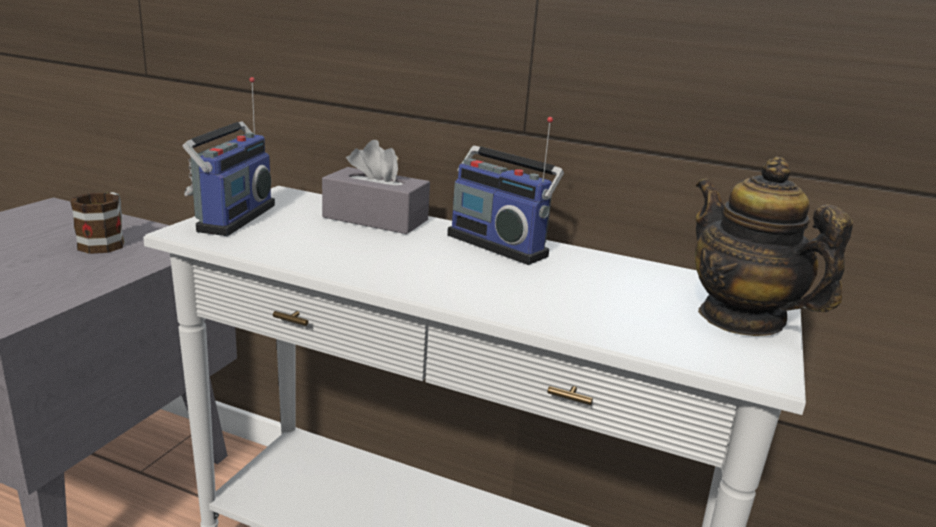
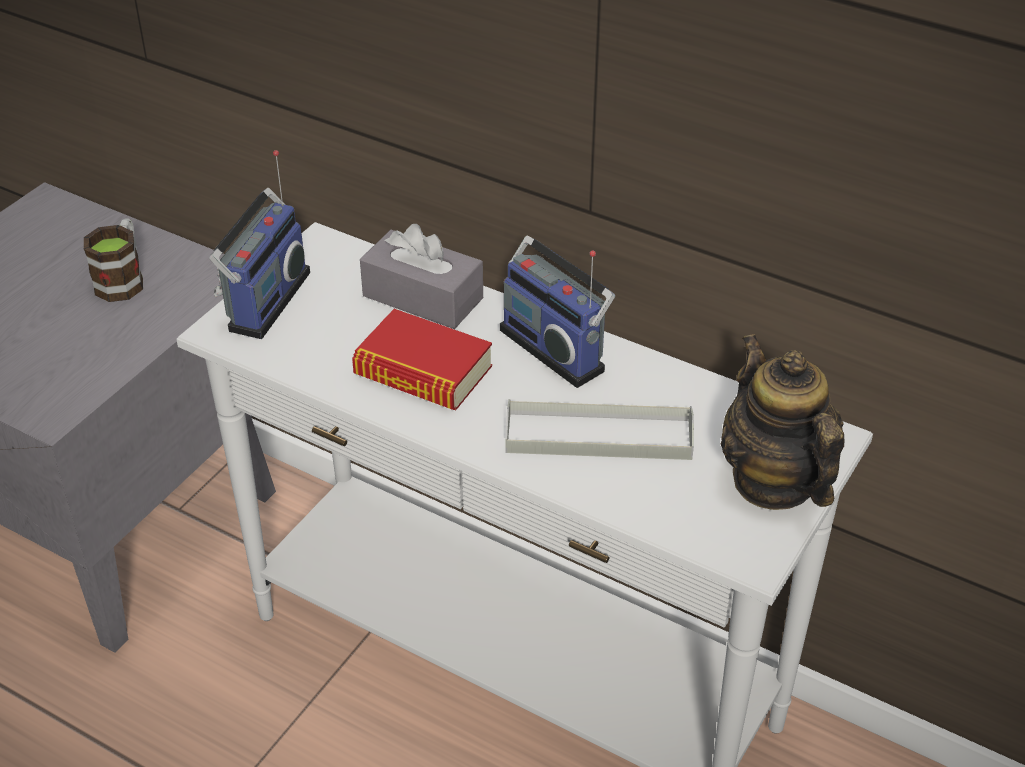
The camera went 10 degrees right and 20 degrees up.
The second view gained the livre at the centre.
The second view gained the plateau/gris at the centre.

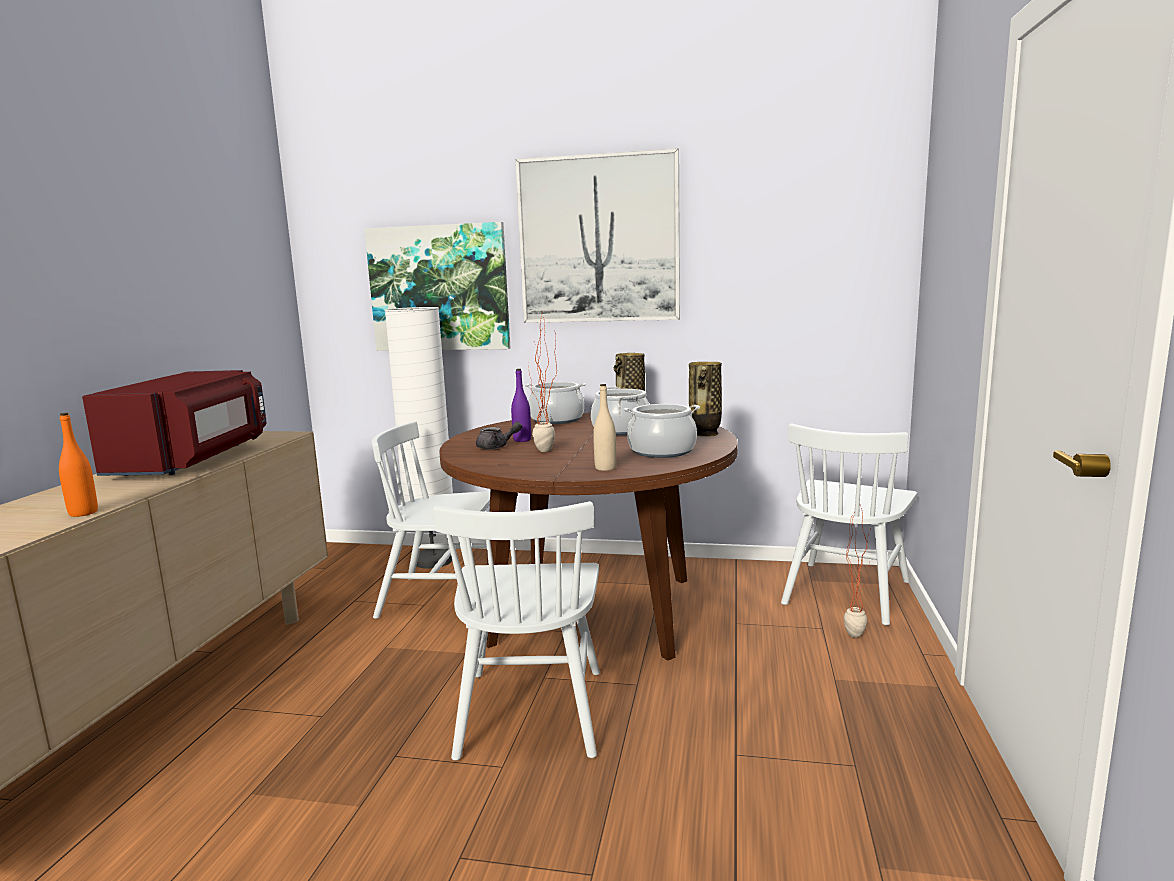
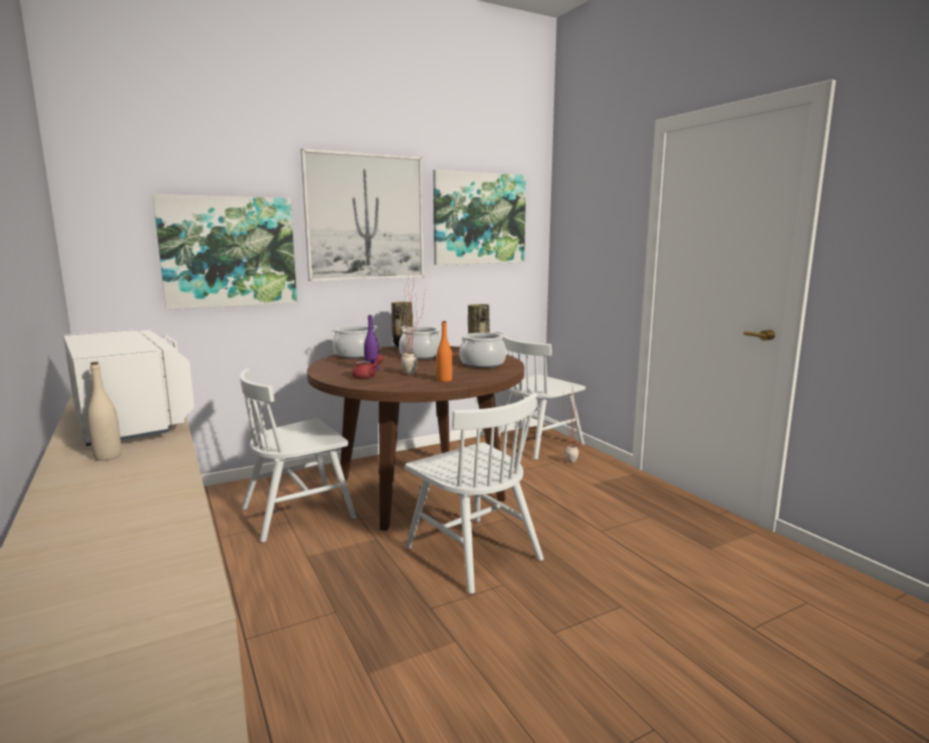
The camera went 40 degrees left and 0 degrees up.
The second view lost the lampadaire/blanc at the centre.
What was the micro-ondes/rouge at the middle left turned into the micro-ondes/blanc at the middle left.
The bouteille/beige ended up elsewhere, having gone from the centre to the middle left.
The bouteille/orange ended up elsewhere, having gone from the middle left to the centre.
What was the théière/gris at the centre turned into the théière/rouge at the centre.
The chaise/blanc (3rd from left) at the middle right ended up facing another way, 60 degrees clockwise from before.
The second view gained the tableau (3rd from left) at the top centre.

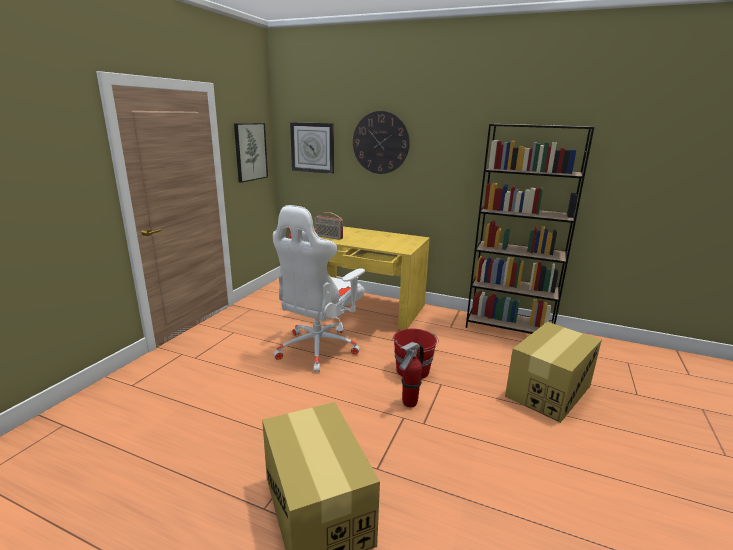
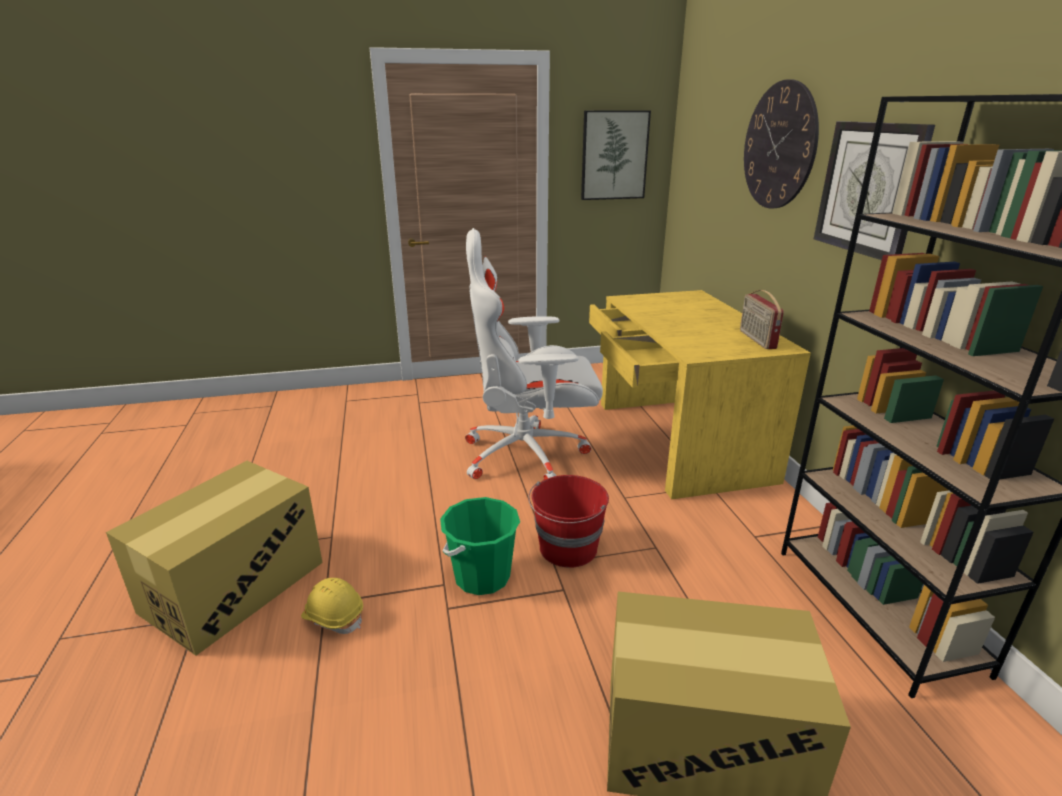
The camera went 55 degrees right and 5 degrees up.
The horloge murale (1st from left in the first image) ended up elsewhere, having gone from the top centre to the top right.
The radio ended up elsewhere, having gone from the centre to the middle right.
Where the extincteur stood at the bottom centre, the seau/vert came to stand at the bottom centre.
The second view gained the casque de chantier/jaune at the bottom left.

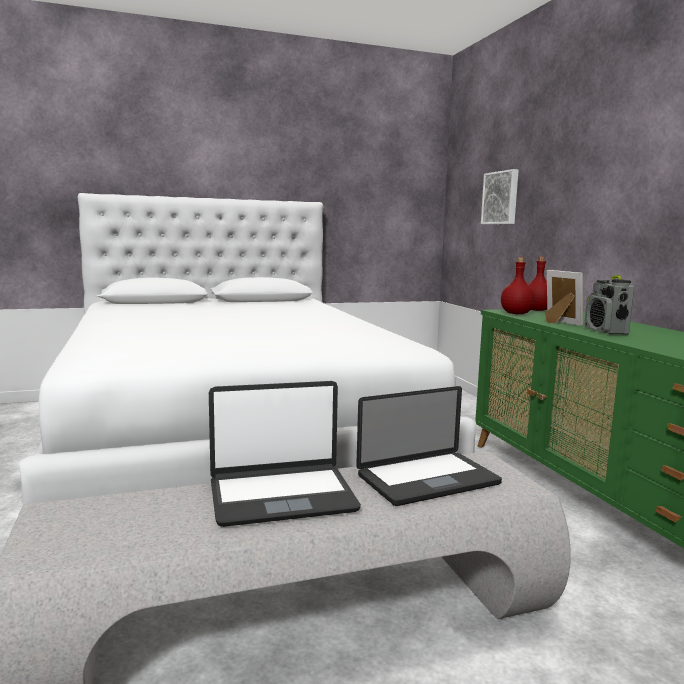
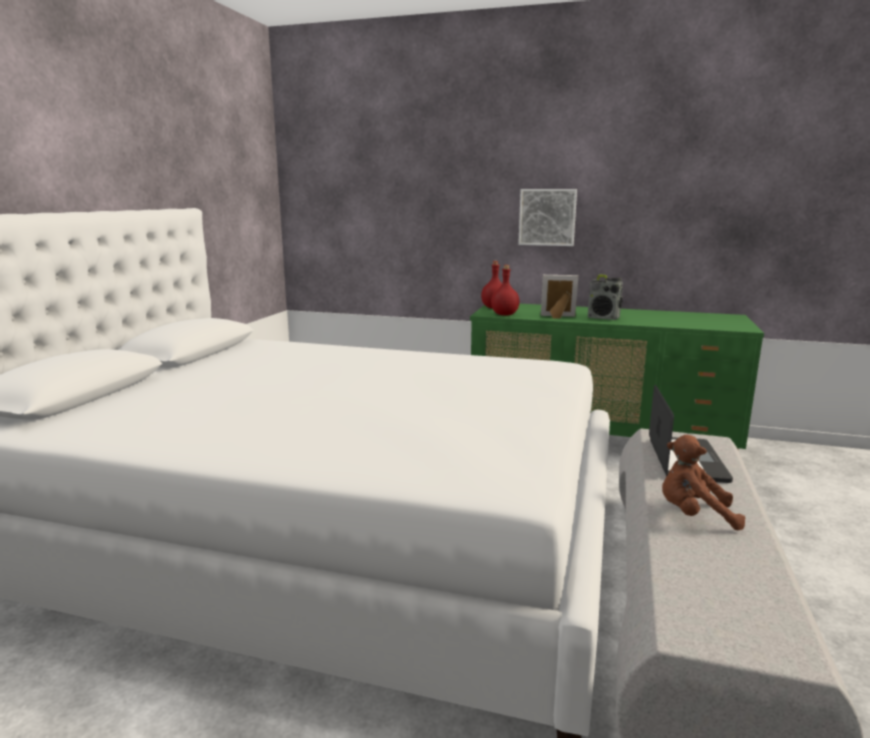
The camera went 55 degrees left and 5 degrees up.
The tableau ended up elsewhere, having gone from the top right to the top centre.
Where the ordinateur portable (1st from left) stood at the centre, the peluche/marron came to stand at the middle right.

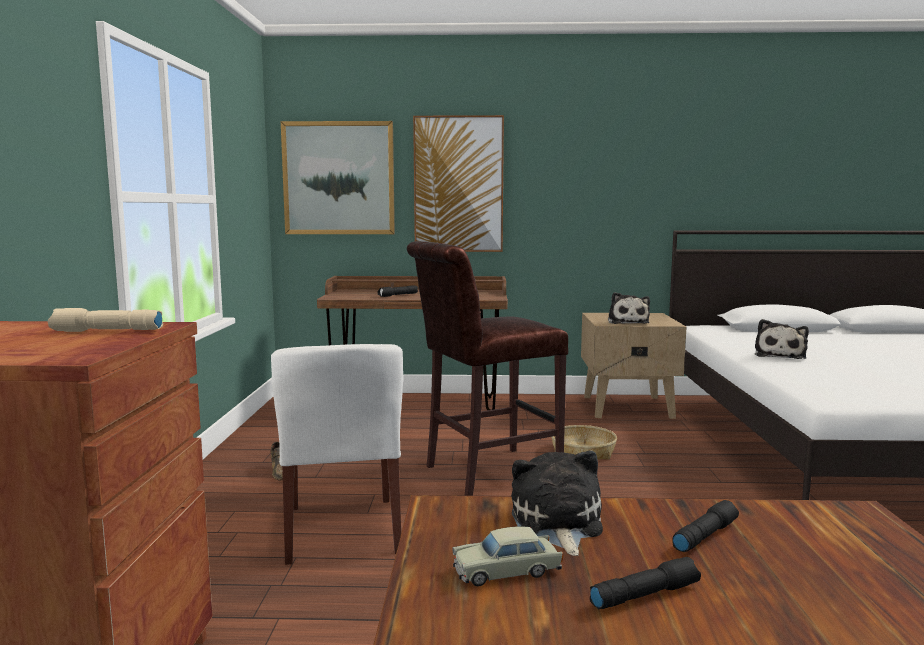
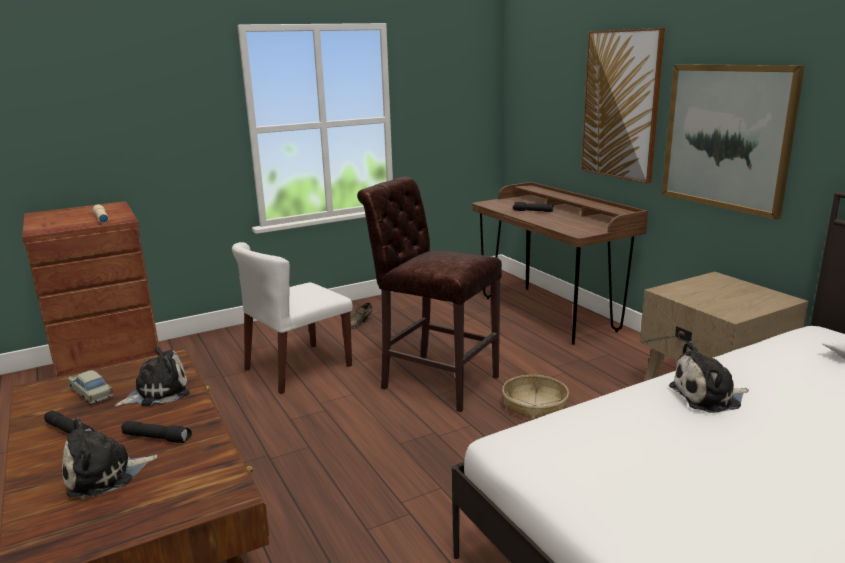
The camera went 60 degrees right and 10 degrees up.
The tableau (1st from left in the first image) ended up elsewhere, having gone from the top centre to the top right.
The peluche (2nd from left in the first image) ended up elsewhere, having gone from the middle right to the bottom left.

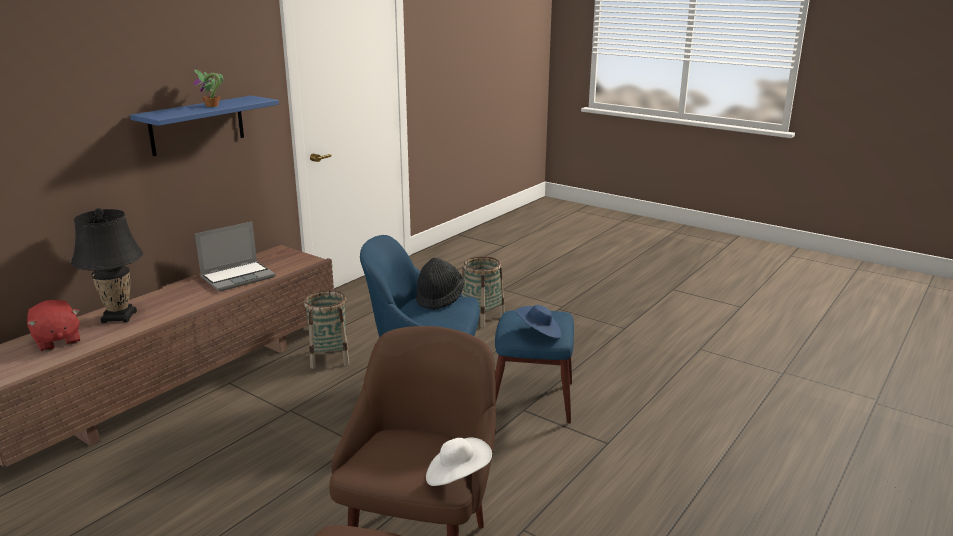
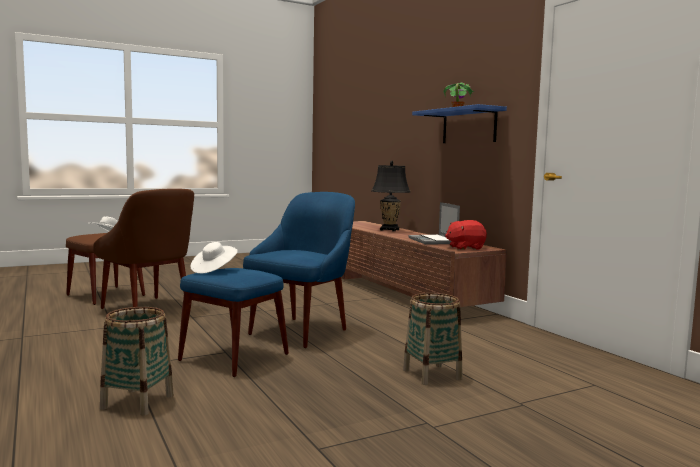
The camera went 115 degrees right and 15 degrees down.
The second view lost the chapeau/noir at the centre.
The panier (1st from left) ended up elsewhere, having gone from the centre to the bottom left.
The peluche/rouge ended up elsewhere, having gone from the middle left to the centre.
What was the chapeau/bleu at the centre turned into the chapeau/blanc (2nd from left) at the middle left.

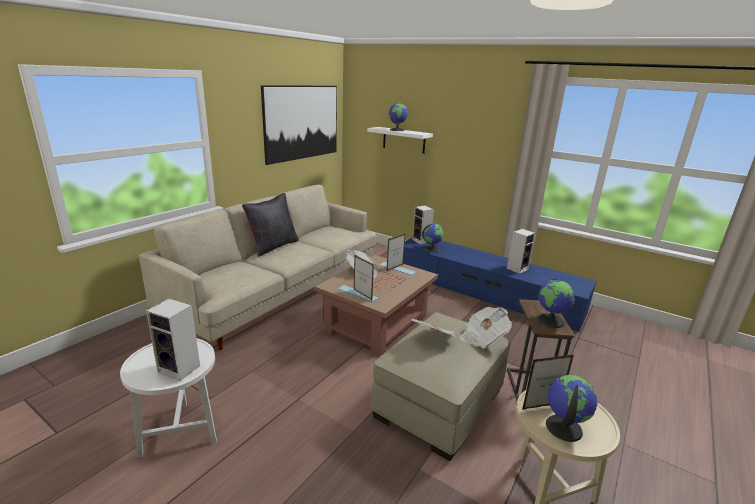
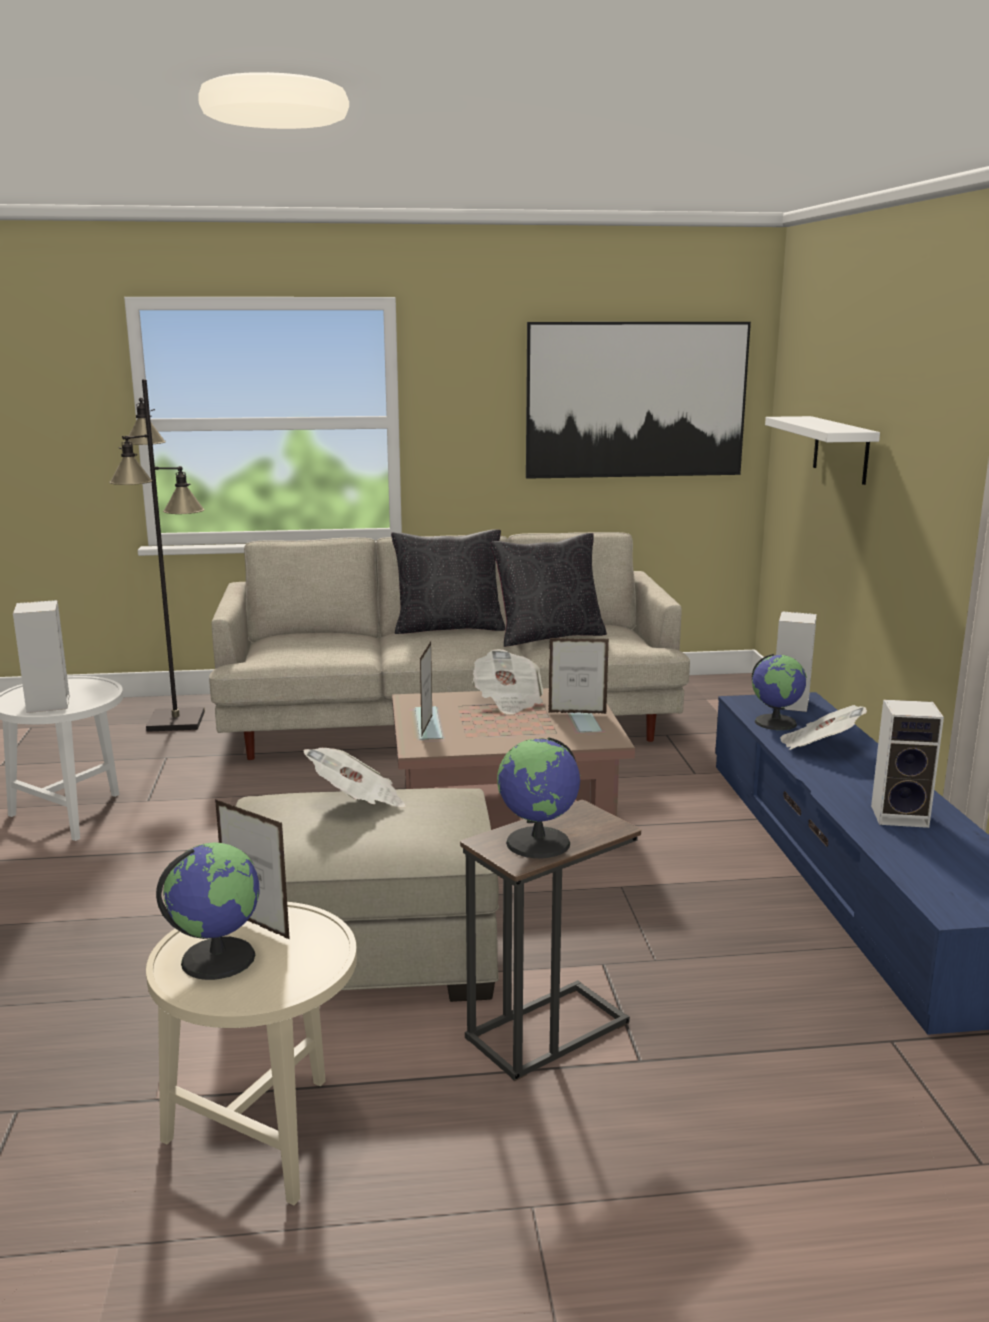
The camera went 50 degrees right and 5 degrees down.
The second view lost the globe (1st from left) at the top centre.
The journal (3rd from left) ended up elsewhere, having gone from the centre to the middle right.
The second view gained the lampadaire/noir at the middle left.
The second view gained the coussin/noir (2nd from left) at the centre.

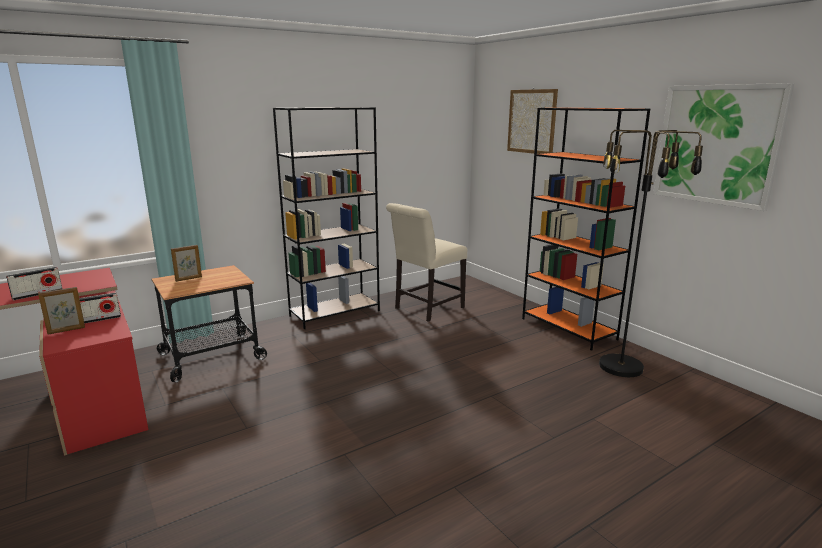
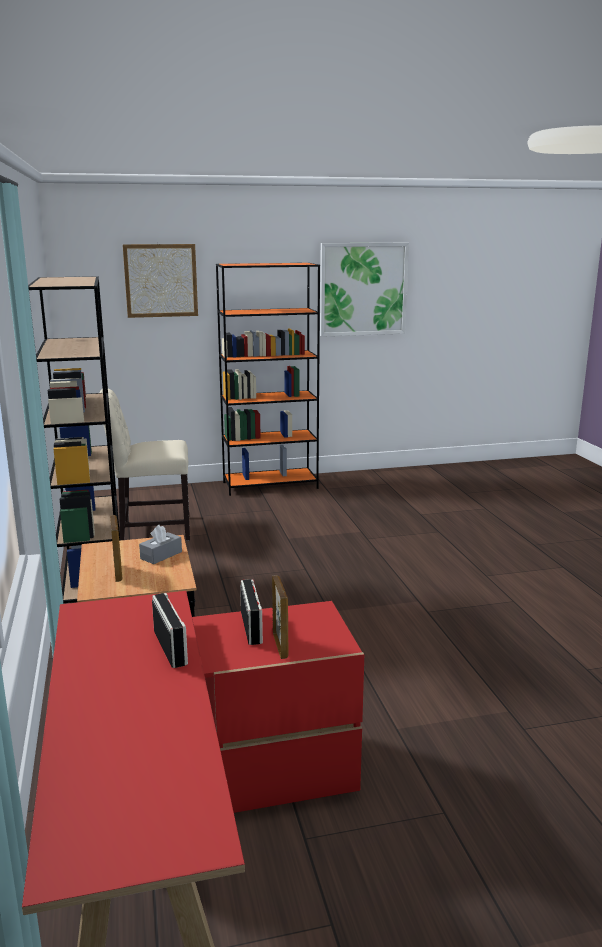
The camera went 70 degrees left and 0 degrees up.
The second view lost the lampadaire at the middle right.
The chaise/beige at the centre ended up facing another way, 105 degrees clockwise from before.
The second view gained the boîte à mouchoirs/gris at the middle left.

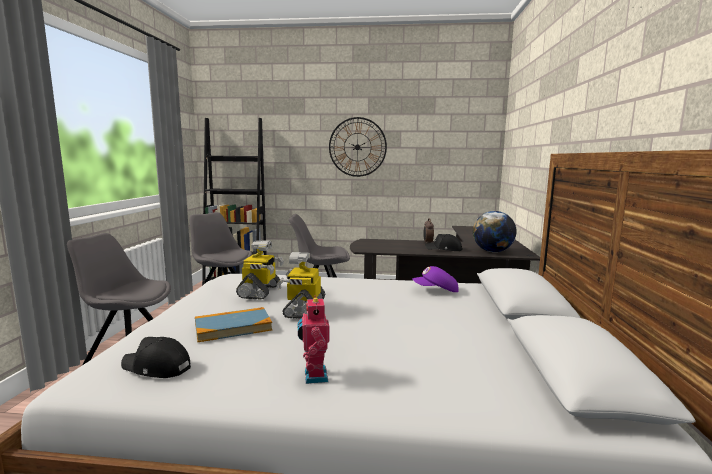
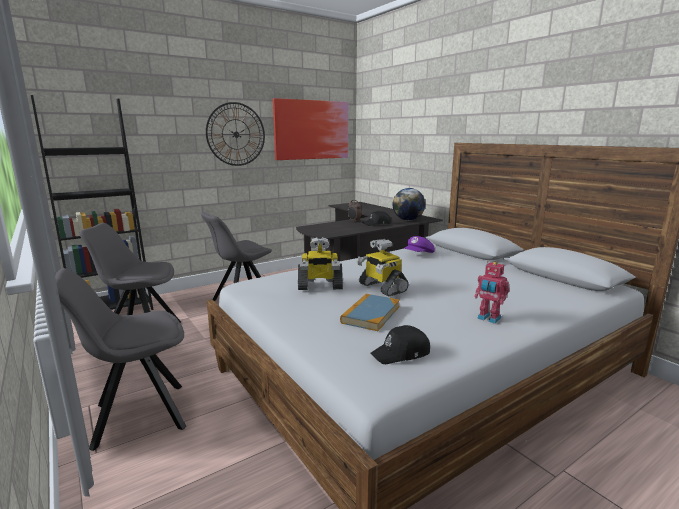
The camera went 40 degrees left and 5 degrees up.
The robot jouet (1st from left) at the centre ended up facing another way, 120 degrees clockwise from before.
The second view gained the tableau at the top centre.

